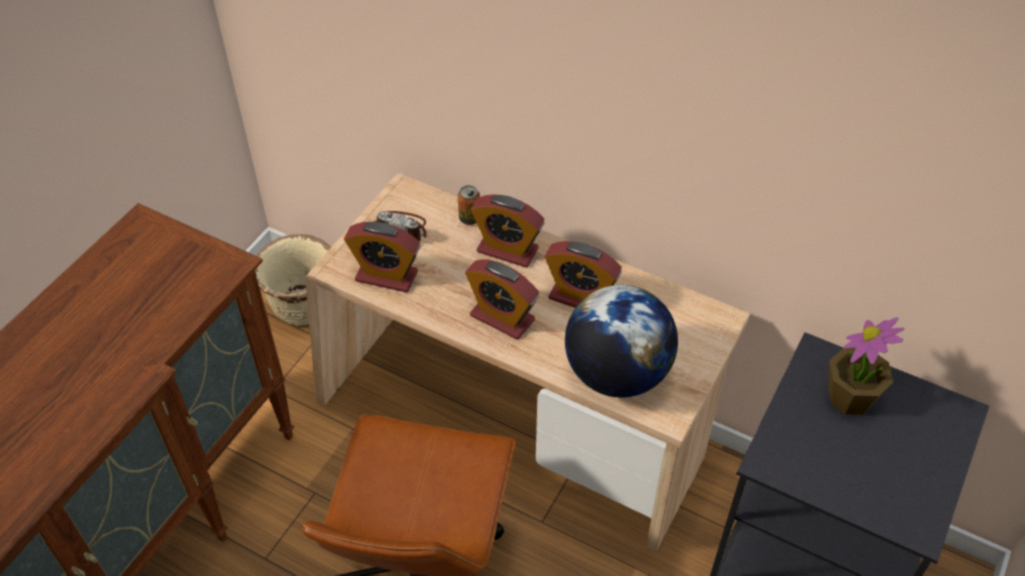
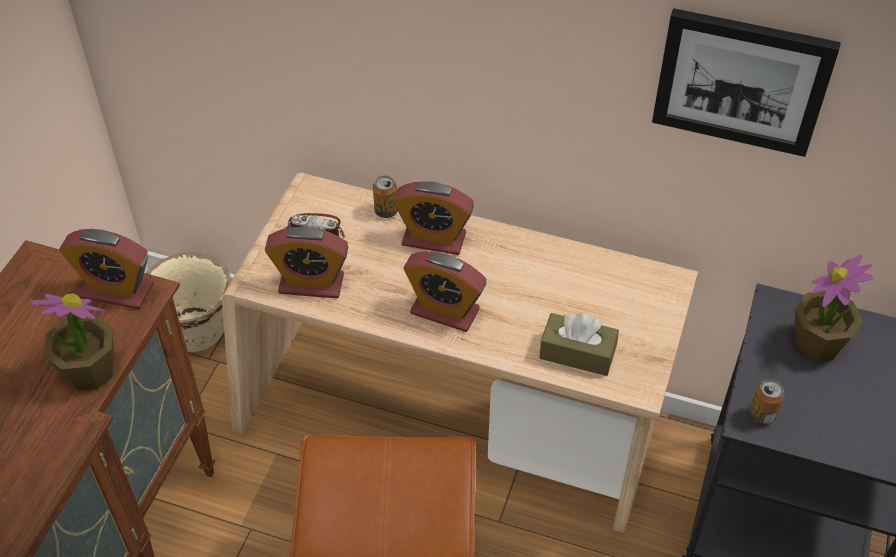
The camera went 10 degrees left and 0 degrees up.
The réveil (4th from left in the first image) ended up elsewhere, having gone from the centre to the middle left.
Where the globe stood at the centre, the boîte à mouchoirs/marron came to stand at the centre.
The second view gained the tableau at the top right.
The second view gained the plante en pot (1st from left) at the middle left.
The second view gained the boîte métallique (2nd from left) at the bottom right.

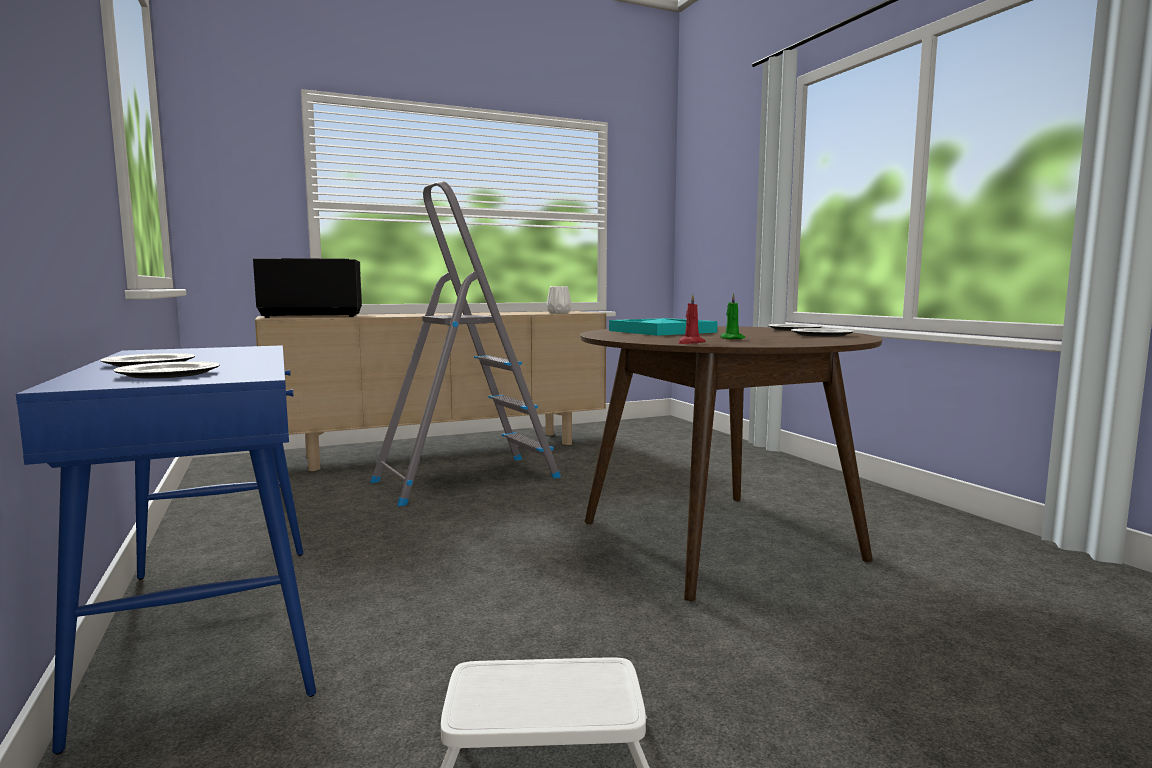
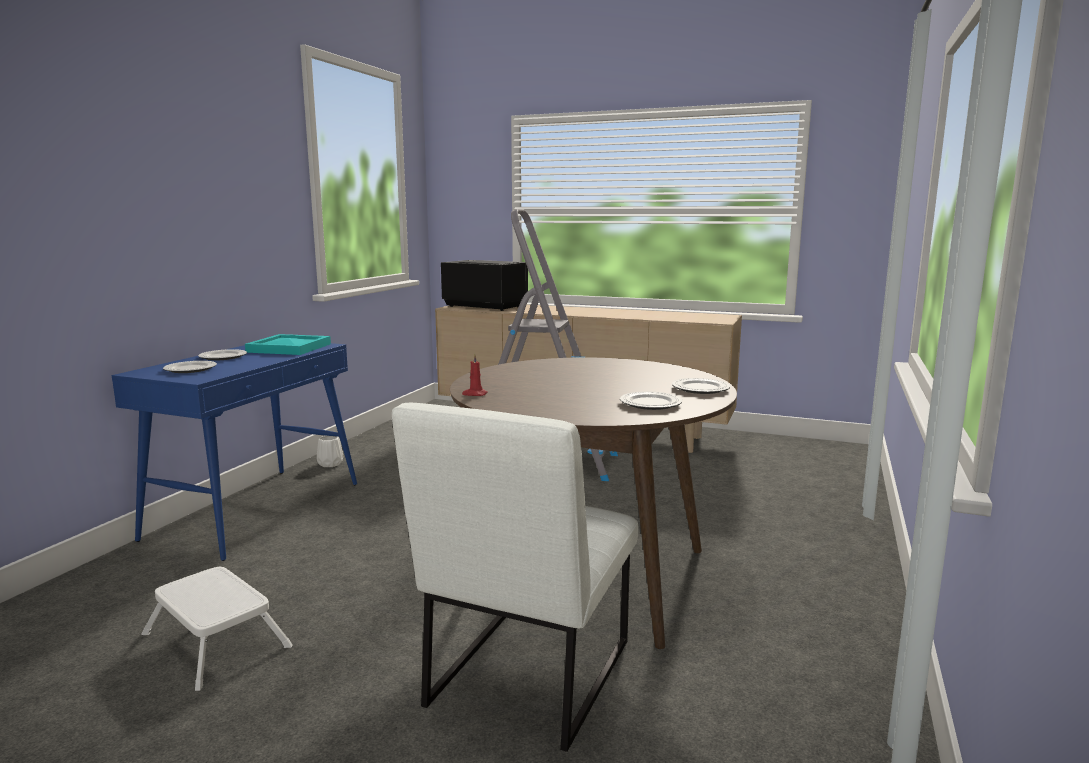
The camera went 45 degrees right and 5 degrees up.
The vase/blanc ended up elsewhere, having gone from the centre to the middle left.
The second view lost the bougie/vert at the centre.
The plateau/turquoise ended up elsewhere, having gone from the centre to the middle left.
The second view gained the chaise/blanc at the bottom centre.

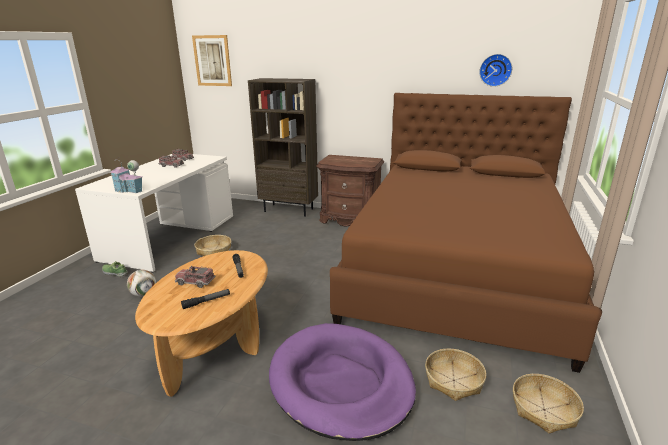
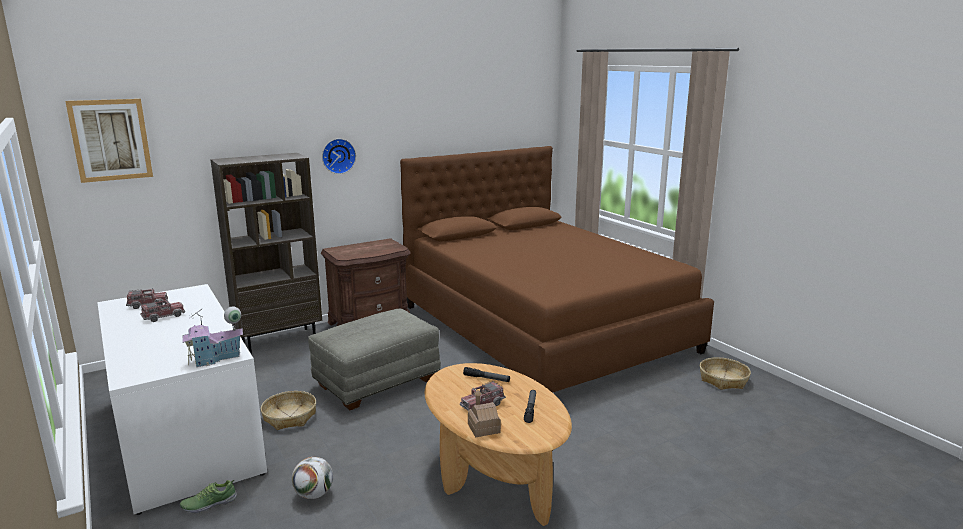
The camera went 50 degrees left and 5 degrees down.
The horloge murale ended up elsewhere, having gone from the top right to the top centre.
The second view lost the panier pour chien/violet at the bottom centre.
The second view lost the panier (2nd from left) at the bottom right.
The second view gained the pouf/gris at the bottom centre.
The second view gained the maison miniature (2nd from left) at the bottom centre.

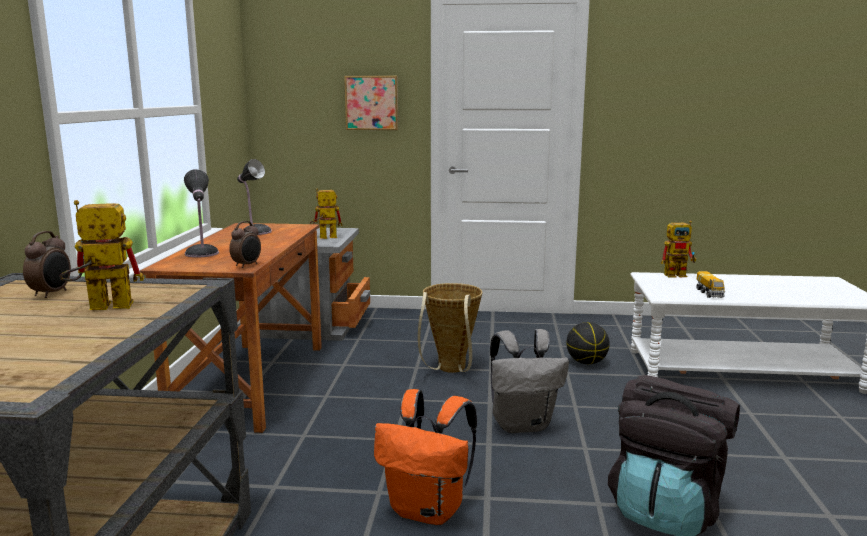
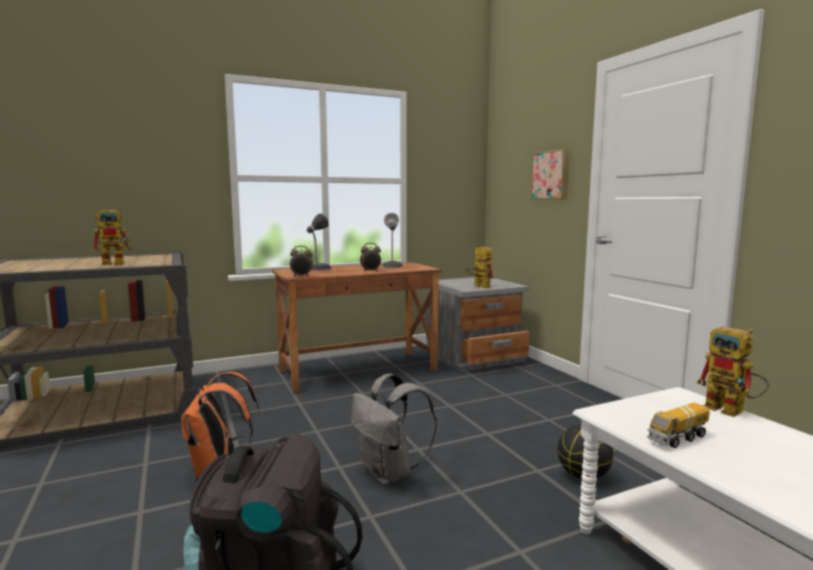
The camera went 60 degrees right and 5 degrees down.
The robot jouet (1st from left) at the middle left ended up facing another way, 105 degrees clockwise from before.
The réveil (1st from left in the first image) ended up elsewhere, having gone from the middle left to the centre.
The second view lost the panier at the centre.

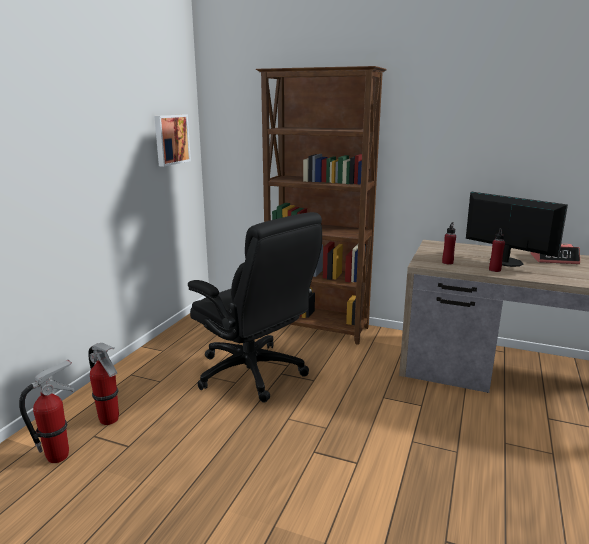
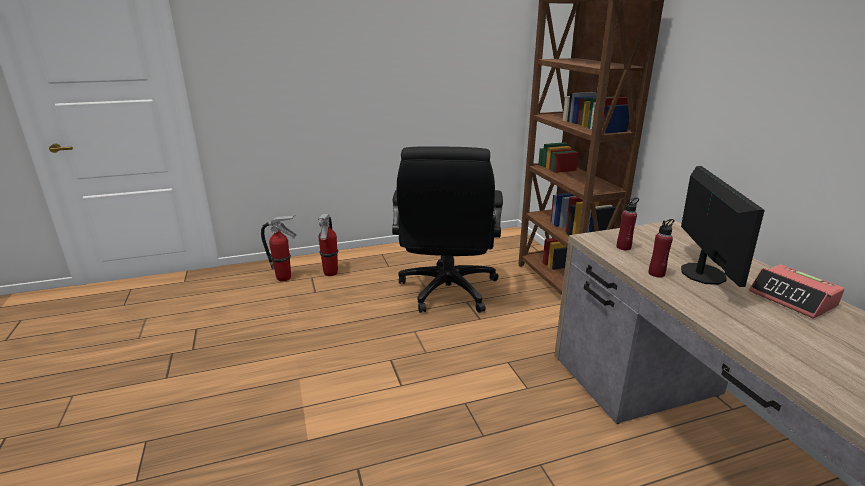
The camera went 50 degrees right and 5 degrees up.
The second view lost the tableau at the top left.

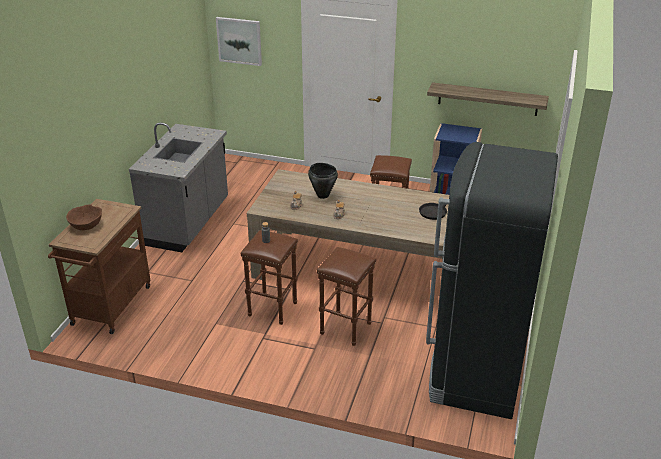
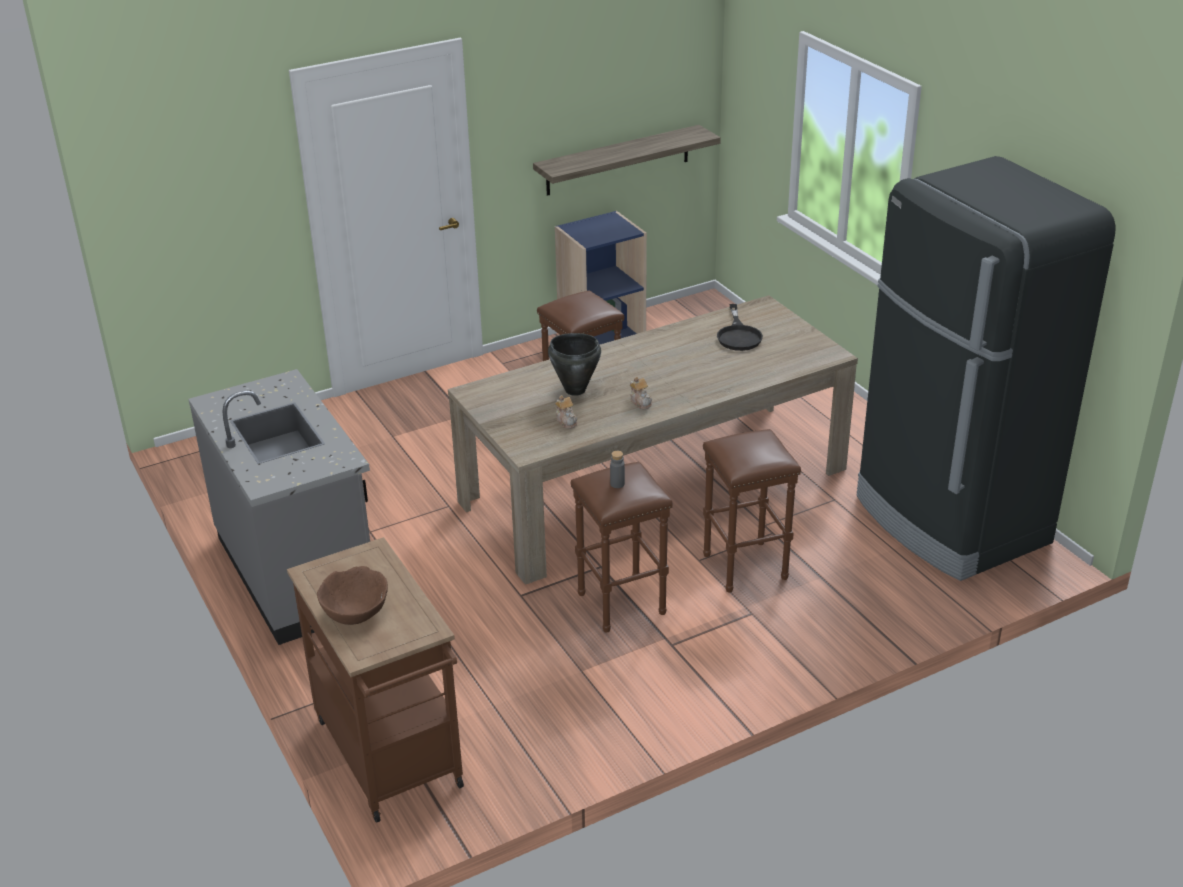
The camera went 45 degrees left and 0 degrees up.
The second view lost the tableau at the top centre.

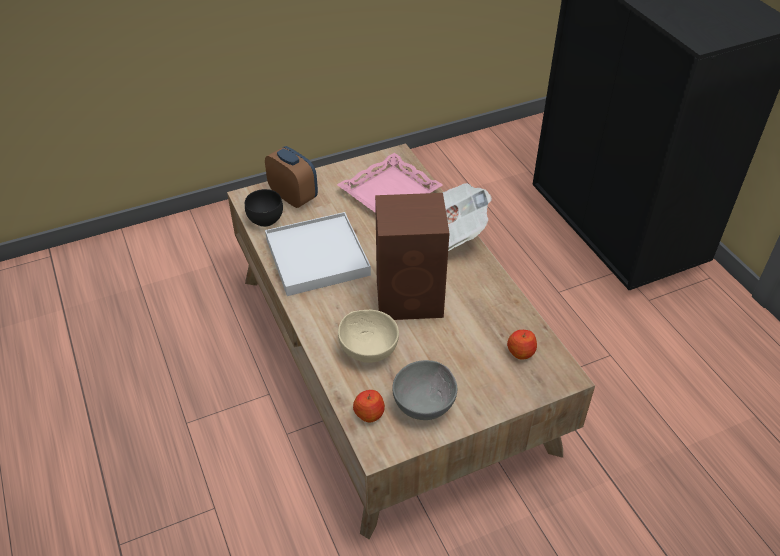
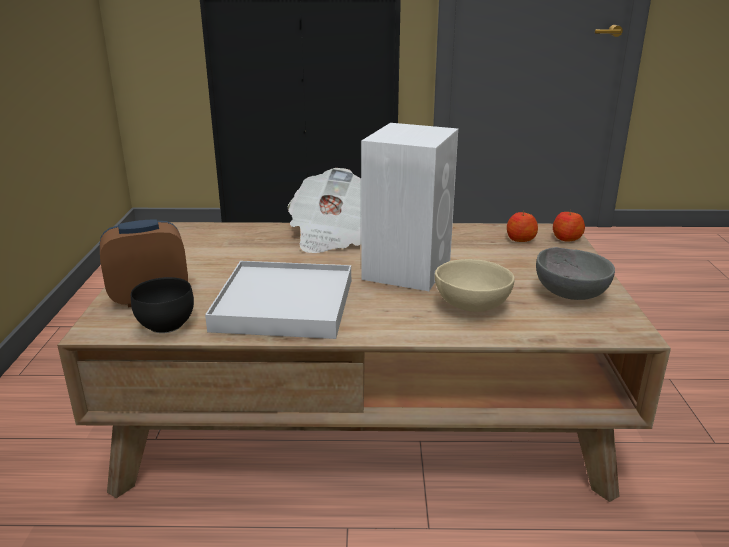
The camera went 65 degrees left and 20 degrees down.
The second view lost the plateau/rose at the top centre.
What was the enceinte/marron at the centre turned into the enceinte/blanc at the centre.
The pomme (1st from left in the first image) ended up elsewhere, having gone from the bottom centre to the middle right.

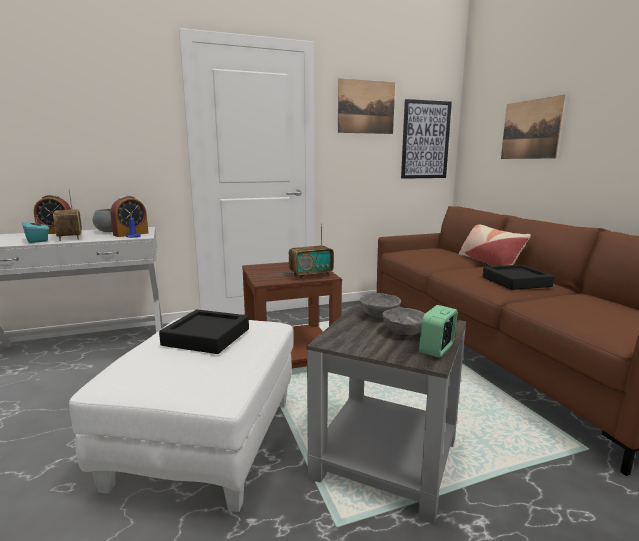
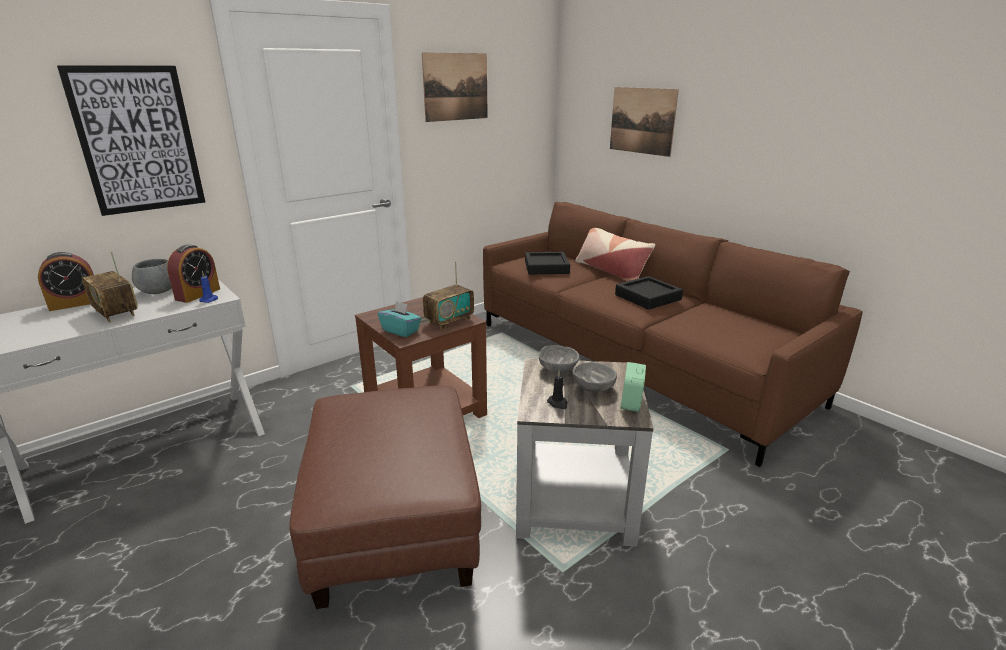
The camera went 20 degrees left and 10 degrees up.
The tableau (2nd from left in the first image) ended up elsewhere, having gone from the top right to the top left.
The boîte à mouchoirs/turquoise ended up elsewhere, having gone from the middle left to the centre.
The plateau/noir (1st from left) ended up elsewhere, having gone from the middle left to the centre.
What was the pouf/blanc at the bottom left turned into the pouf/marron at the bottom centre.
The second view gained the bougie/noir at the centre.

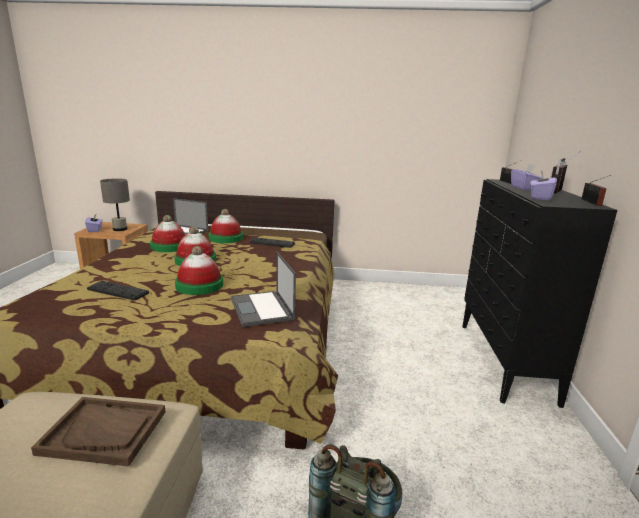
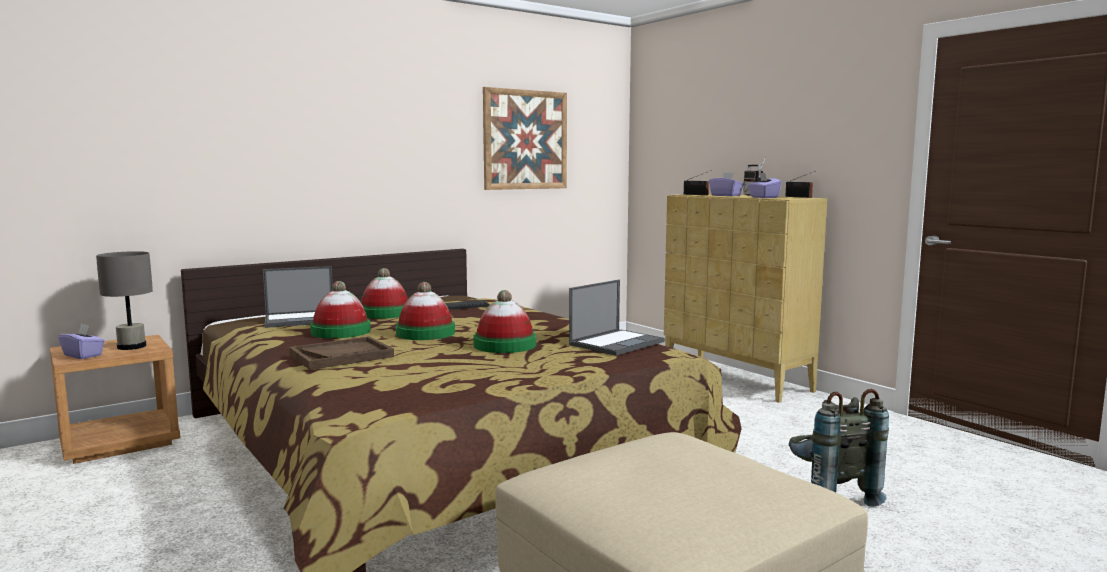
The camera went 40 degrees left and 10 degrees down.
What was the commode/noir at the middle right turned into the commode/beige at the middle right.
The ordinateur portable (2nd from left) at the centre ended up facing another way, 75 degrees counterclockwise from before.
The second view lost the clavier (1st from left) at the middle left.
The plateau/marron ended up elsewhere, having gone from the bottom left to the middle left.
The second view gained the tableau at the top centre.

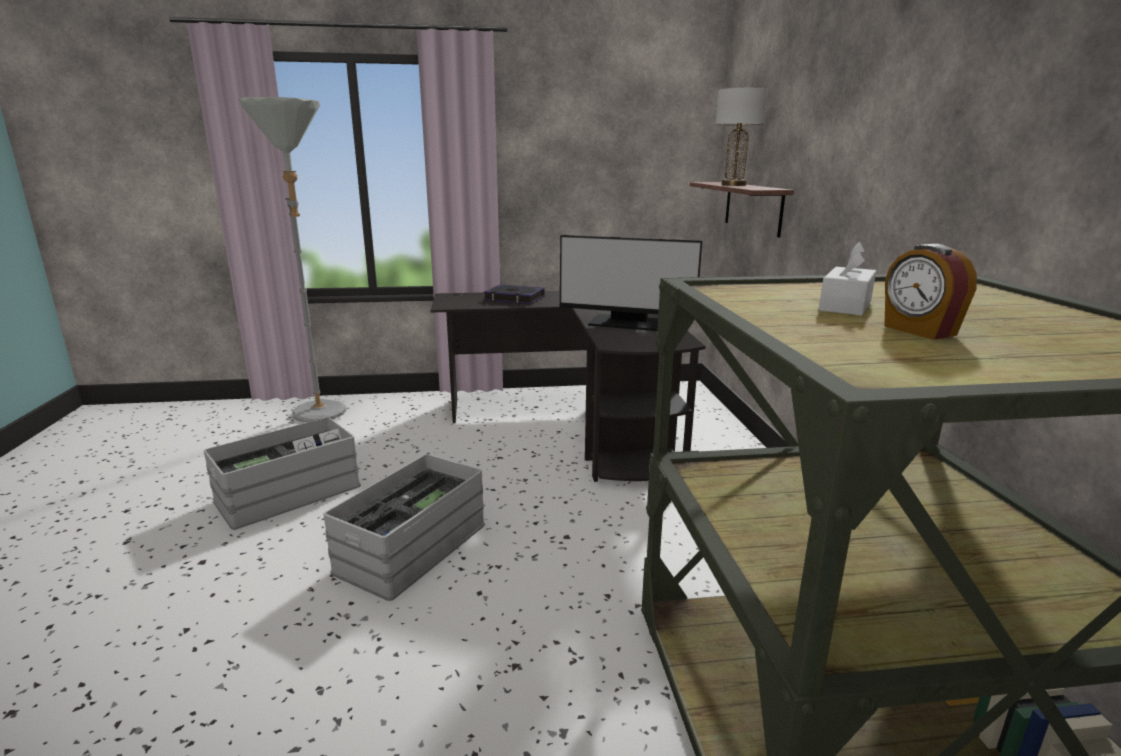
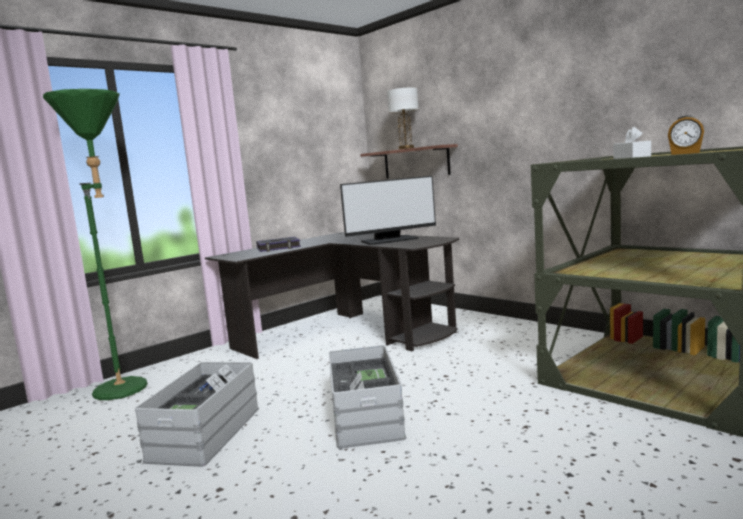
The camera went 35 degrees left and 10 degrees down.
What was the lampadaire/gris at the middle left turned into the lampadaire/vert at the middle left.

